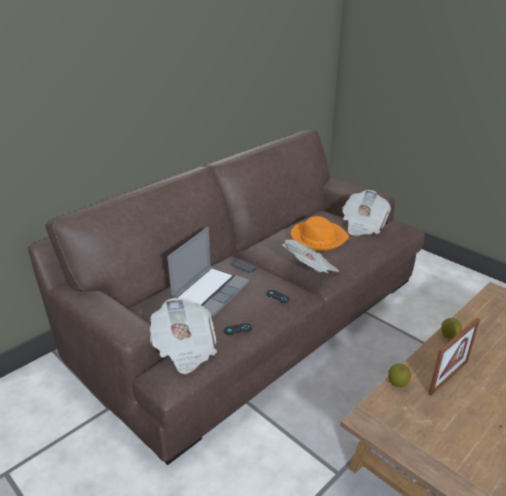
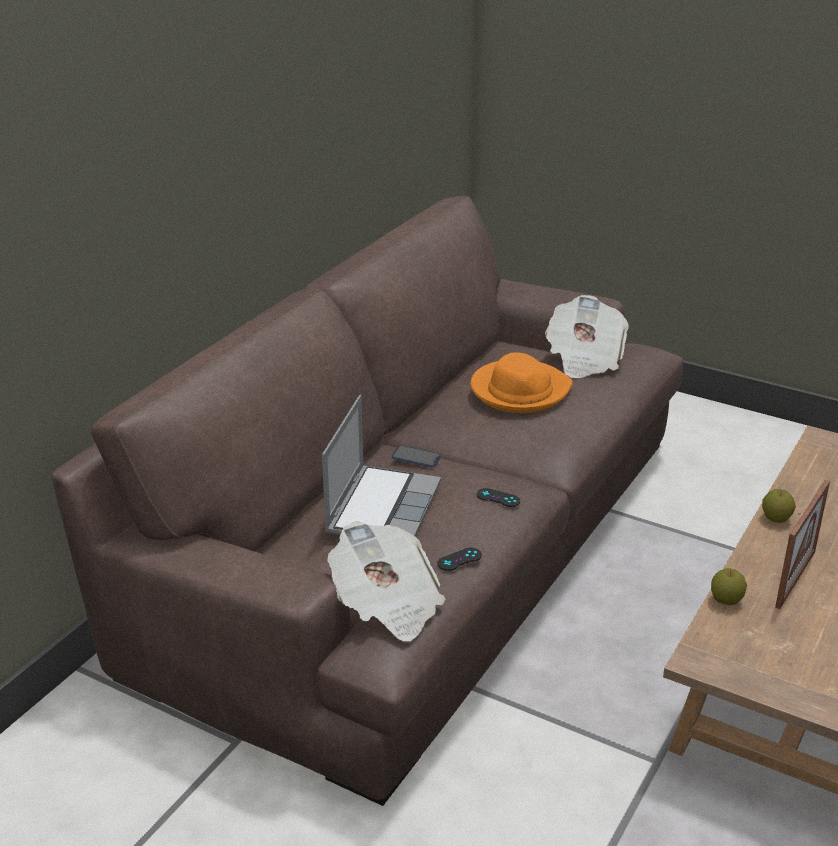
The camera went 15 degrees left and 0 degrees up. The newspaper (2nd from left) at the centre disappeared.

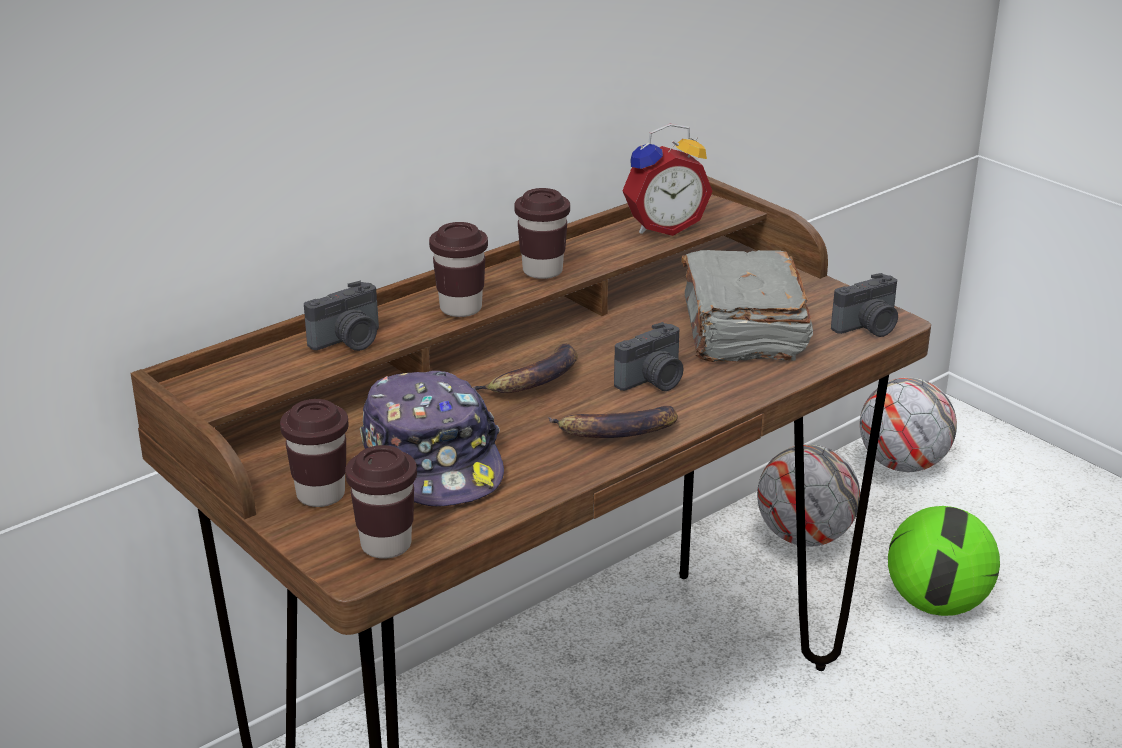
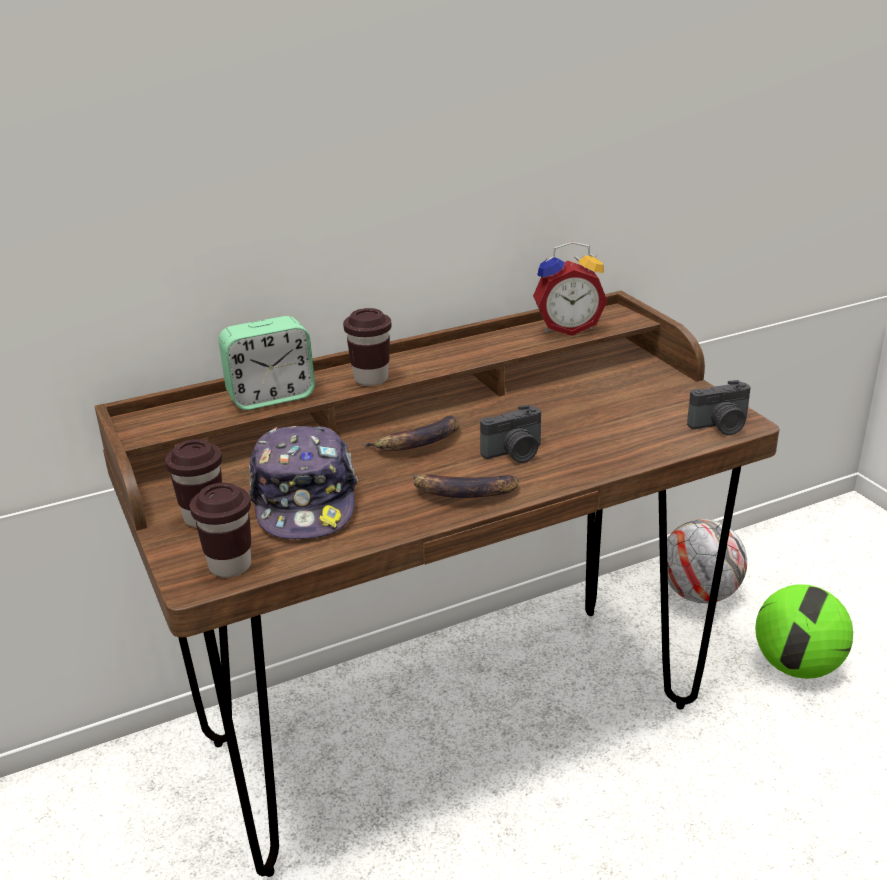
The camera went 15 degrees right and 0 degrees up. The brown cup (4th from left) at the top centre disappeared. The grey book at the centre disappeared. The photo camera (1st from left) at the middle left was replaced by the alarm clock (1st from left) at the middle left. The football (2nd from left) at the middle right disappeared.

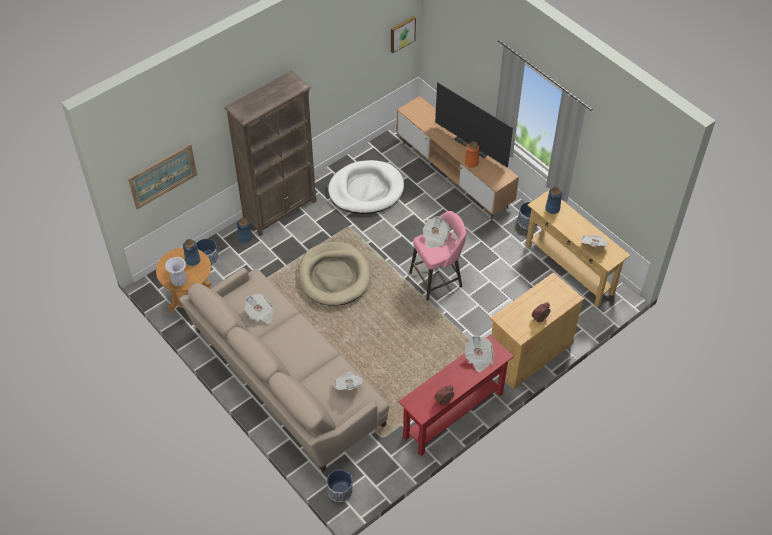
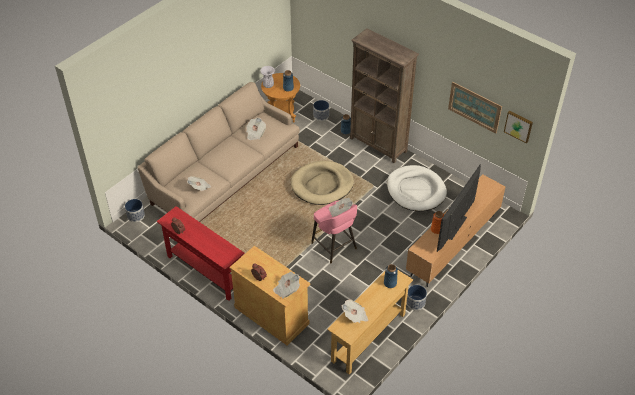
The camera went 80 degrees right and 5 degrees down. The picture (1st from left) moved from the top left to the top right. The newspaper (4th from left in the first image) moved from the centre to the bottom centre.

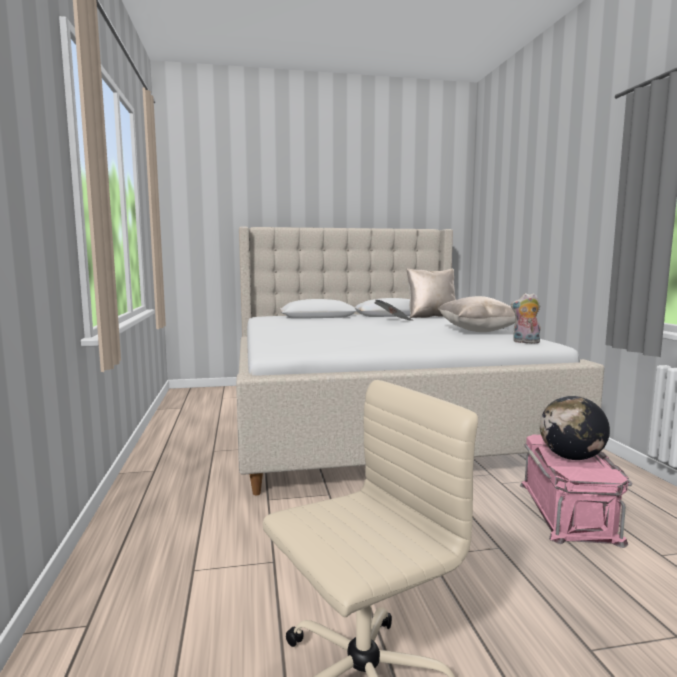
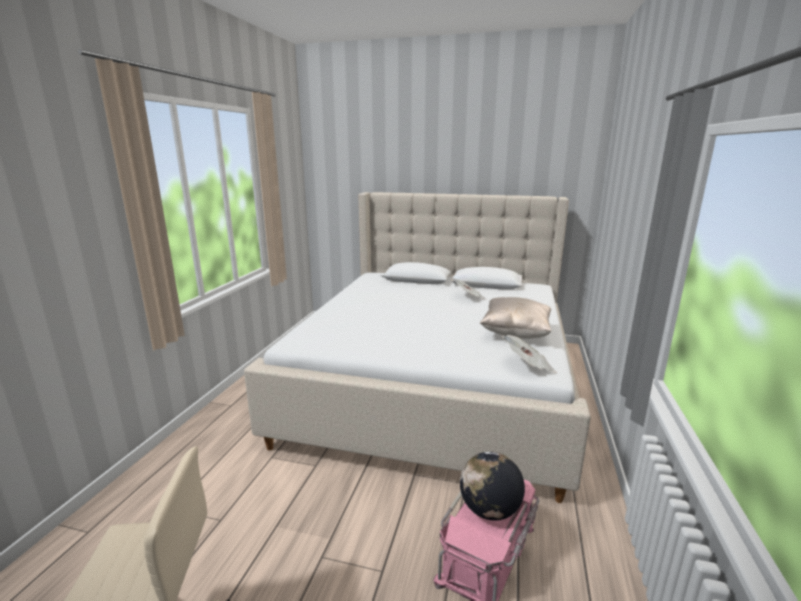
The camera went 25 degrees right and 10 degrees up. The beige pillow (1st from left) at the centre disappeared. The plush toy at the middle right was replaced by the newspaper (2nd from left) at the centre.

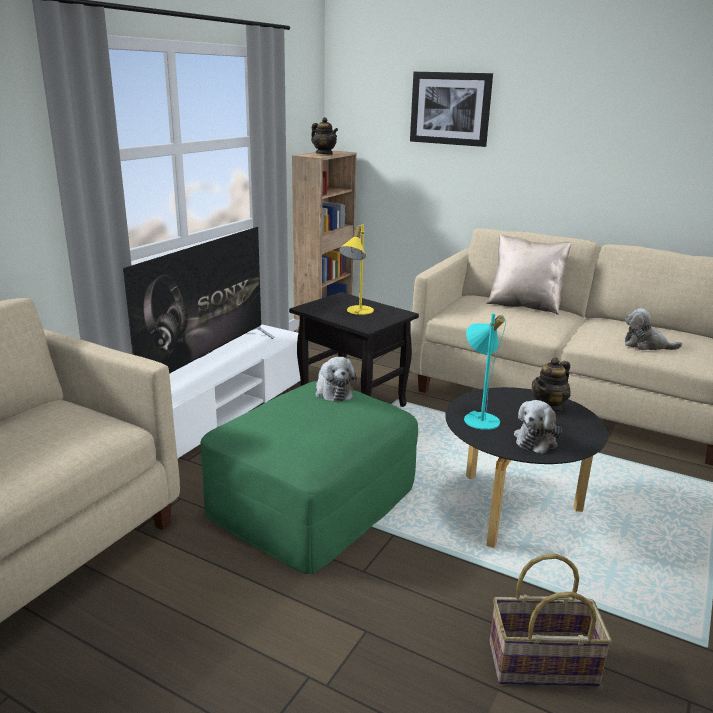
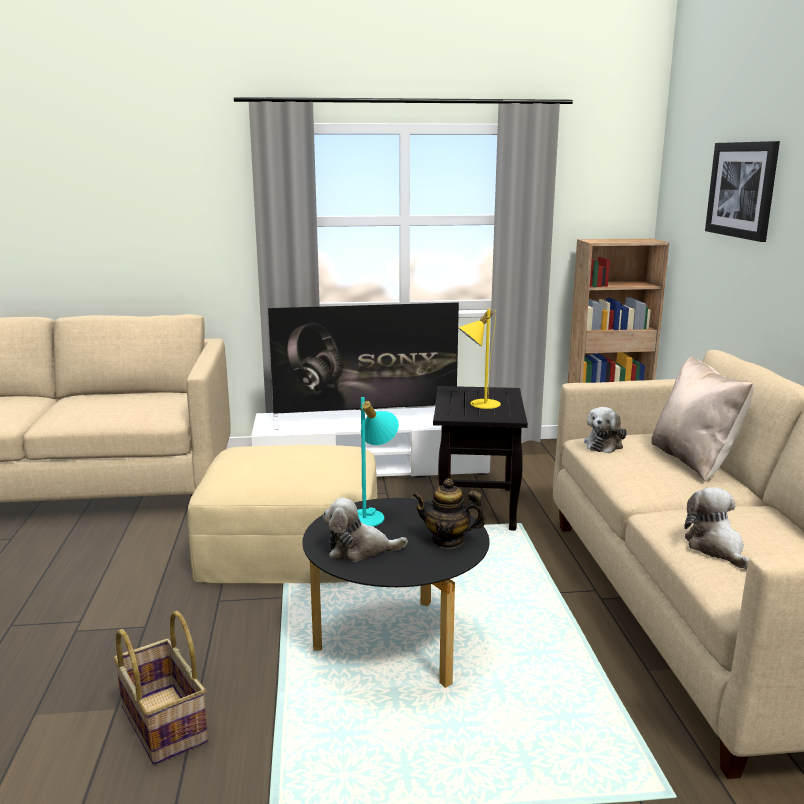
The camera went 55 degrees right and 5 degrees down. The teapot (1st from left) at the top centre disappeared. The plush toy (1st from left in the first image) moved from the centre to the middle right. The green ottoman at the bottom centre became the beige ottoman at the centre.

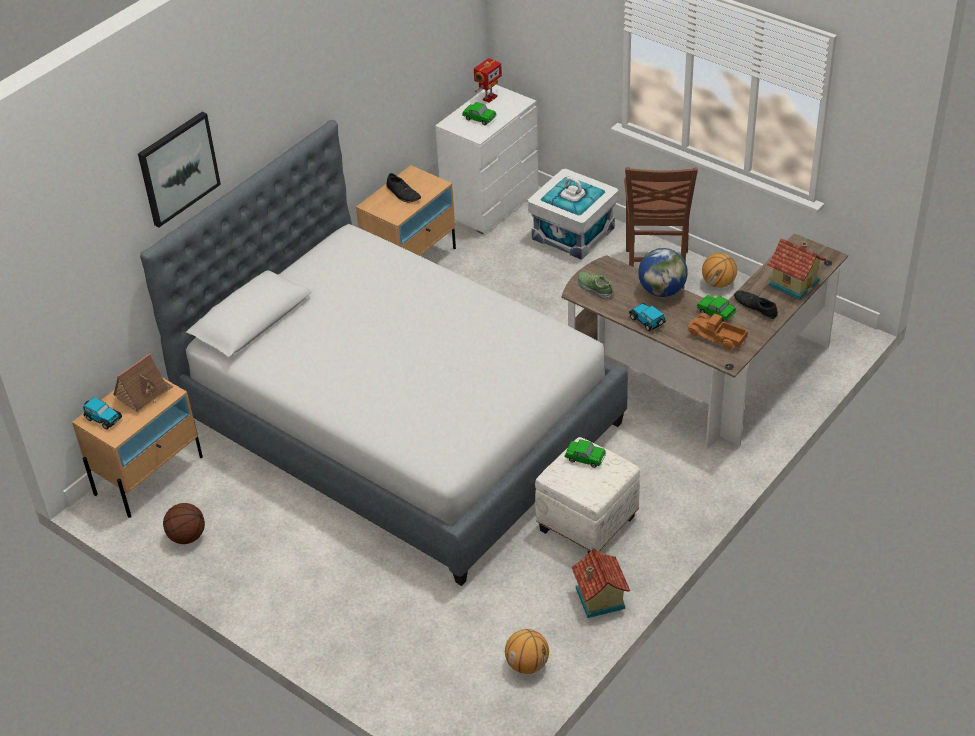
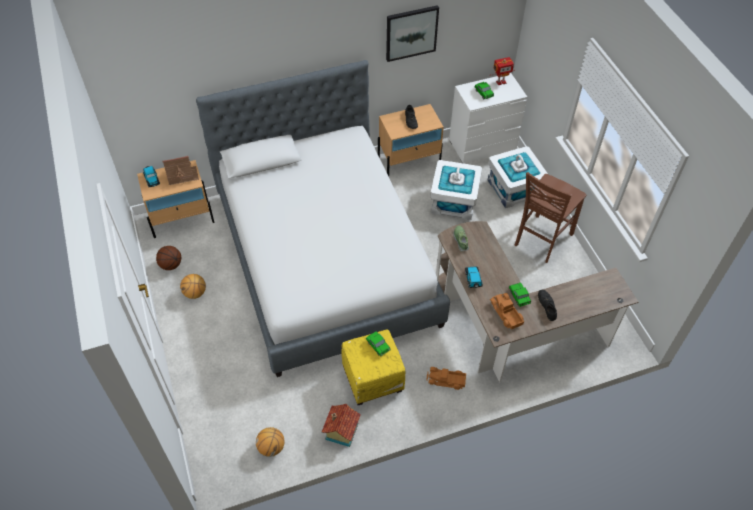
The camera went 30 degrees right and 10 degrees up. The picture moved from the top left to the top centre. The toy house (3rd from left) at the middle right disappeared. The globe at the middle right disappeared. The basketball (3rd from left in the first image) moved from the middle right to the middle left. The white ottoman at the bottom centre became the yellow ottoman at the bottom centre. The white storage box (1st from left) at the centre appeared. The toy truck (1st from left) at the bottom centre appeared.

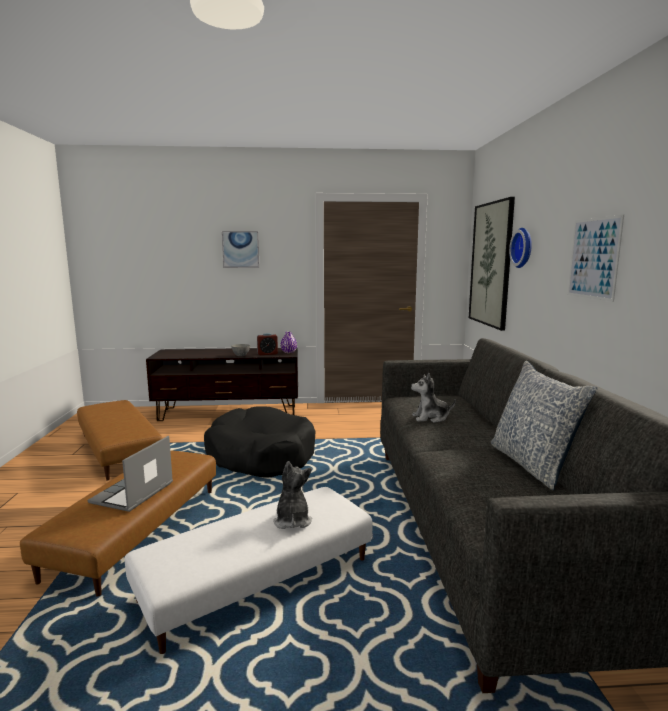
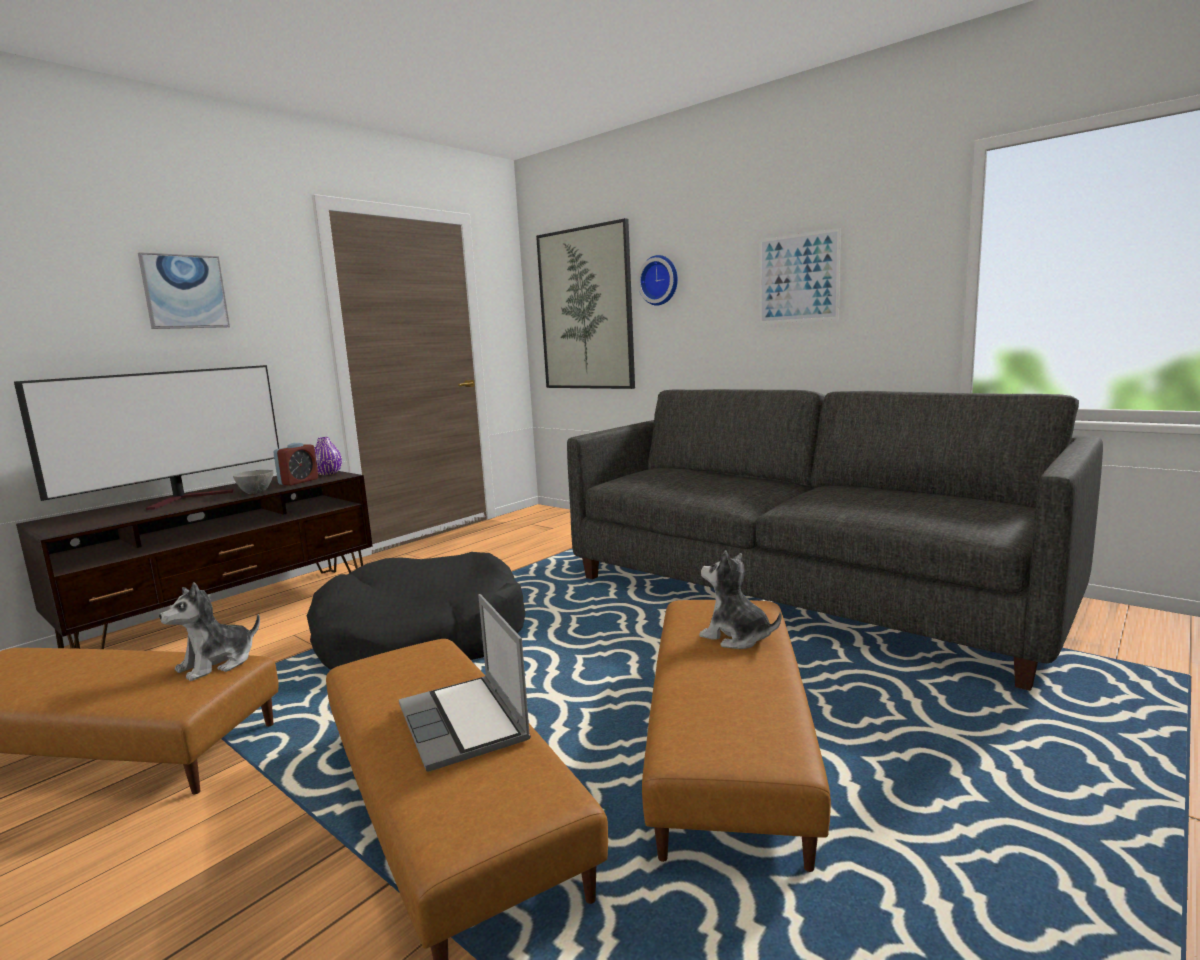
The camera went 45 degrees left and 0 degrees up. The pillow at the middle right disappeared. The plush toy (2nd from left in the first image) moved from the centre to the middle left. The white ottoman at the bottom centre became the brown ottoman (3rd from left) at the bottom centre. The television at the middle left appeared.

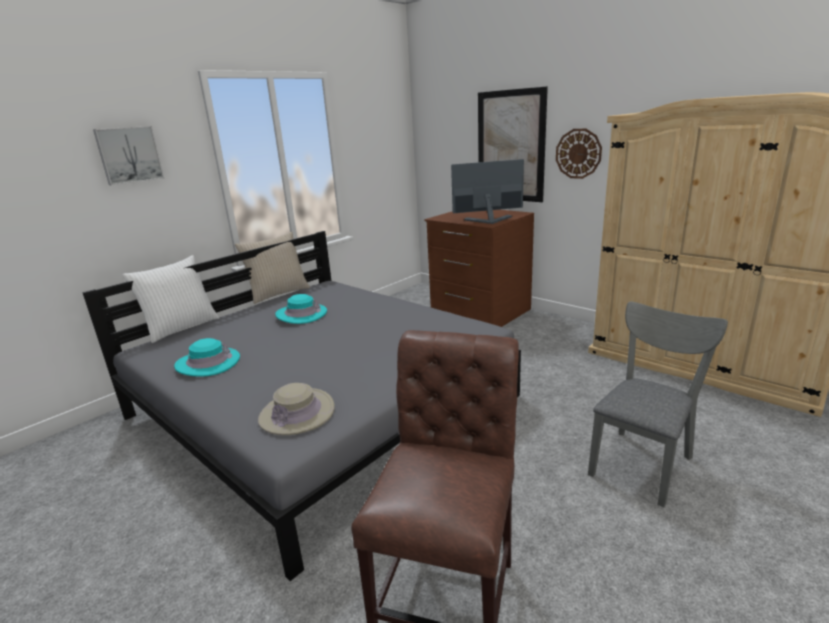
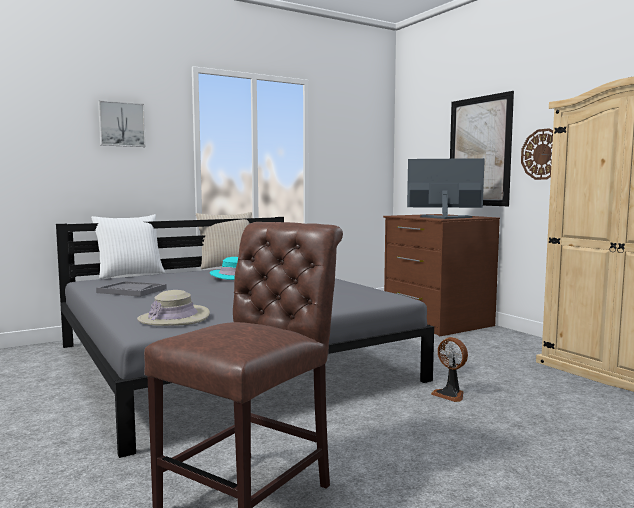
The camera went 15 degrees right and 15 degrees down. The grey chair at the middle right disappeared. The turquoise hat (1st from left) at the middle left was replaced by the grey tray at the middle left. The fan at the bottom right appeared.

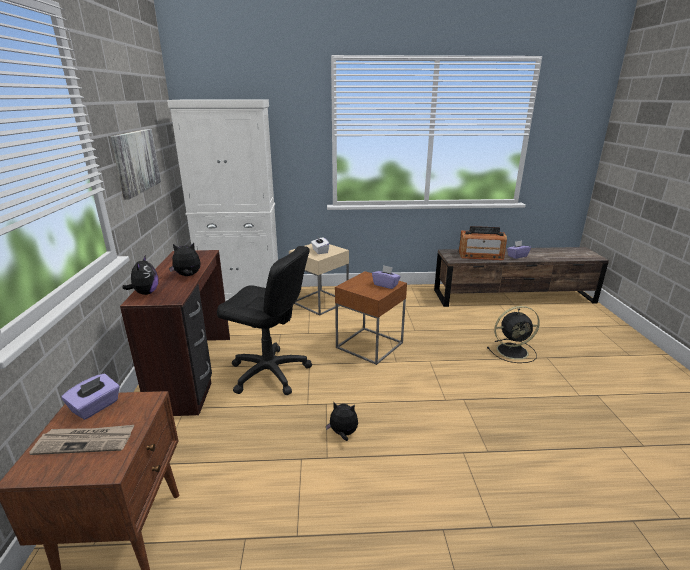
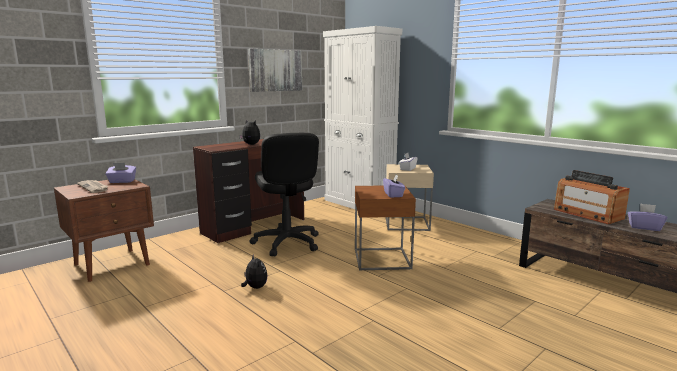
The camera went 50 degrees right and 10 degrees down. The plush toy (1st from left) at the middle left disappeared. The black fan at the middle right disappeared.

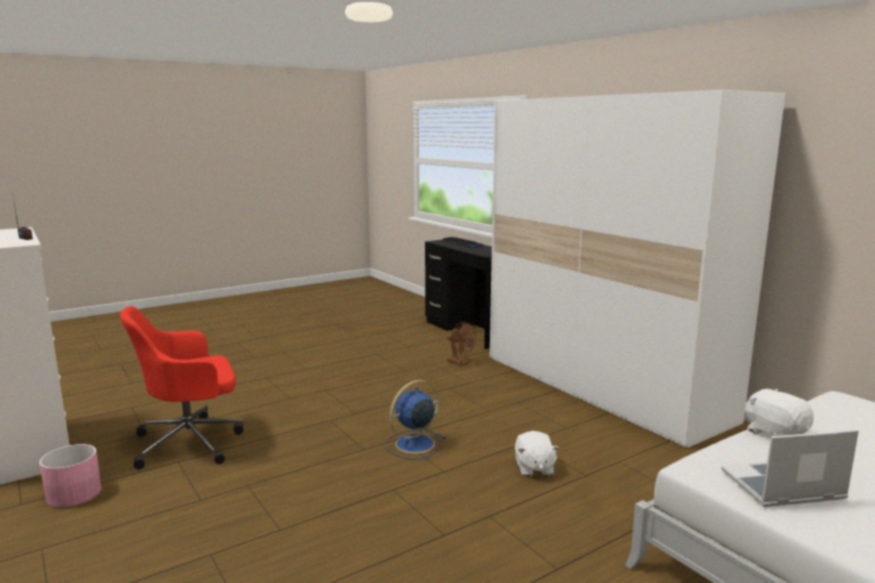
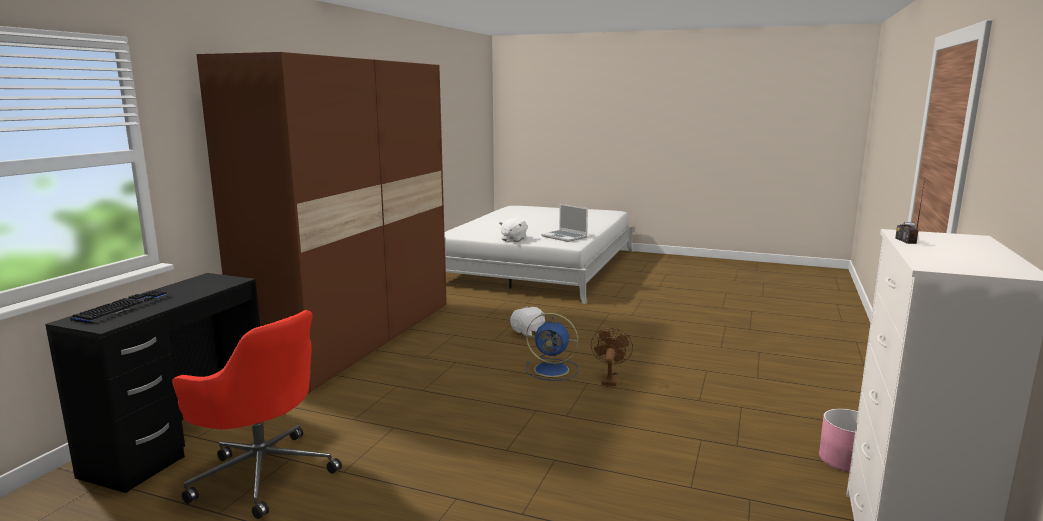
The camera went 125 degrees left and 0 degrees up. The white wardrobe at the middle right became the brown wardrobe at the middle left. The red office chair moved from the middle left to the bottom left. The brown fan moved from the centre to the bottom centre.

